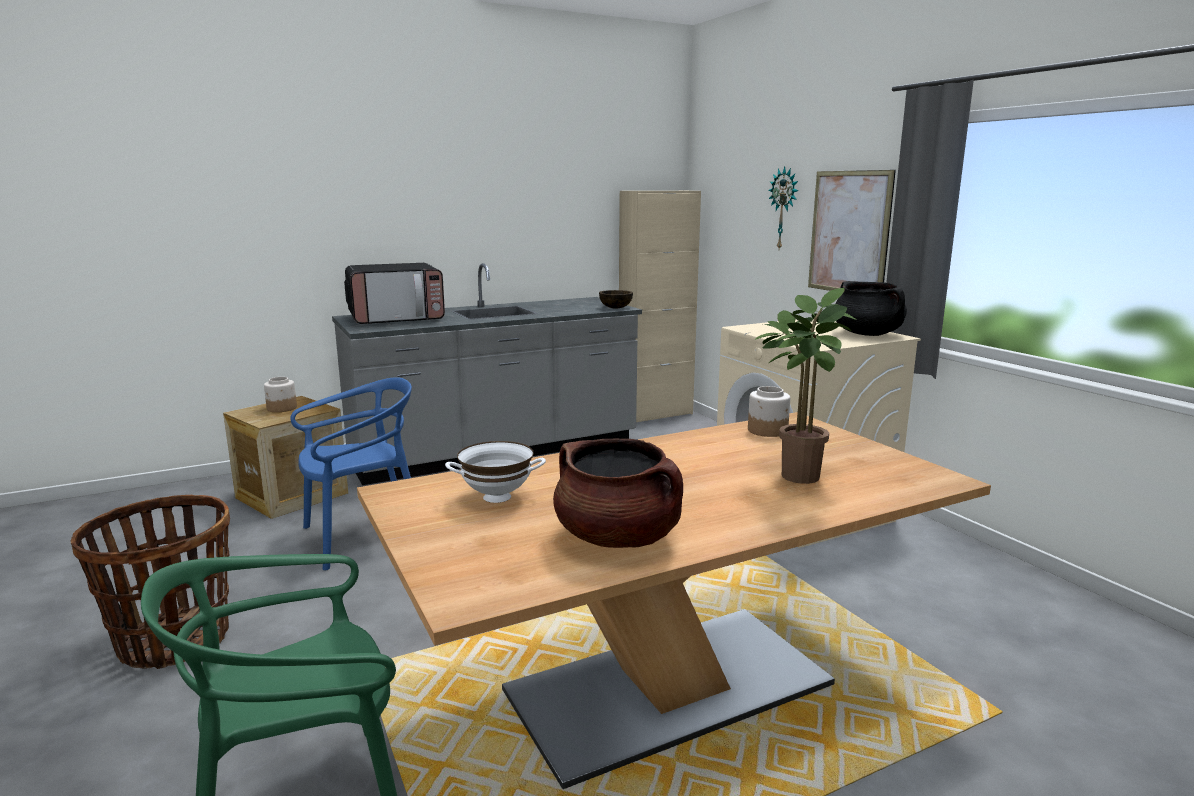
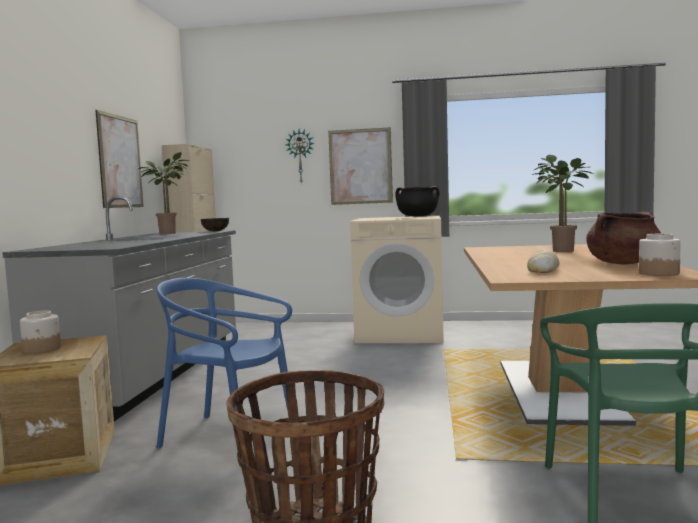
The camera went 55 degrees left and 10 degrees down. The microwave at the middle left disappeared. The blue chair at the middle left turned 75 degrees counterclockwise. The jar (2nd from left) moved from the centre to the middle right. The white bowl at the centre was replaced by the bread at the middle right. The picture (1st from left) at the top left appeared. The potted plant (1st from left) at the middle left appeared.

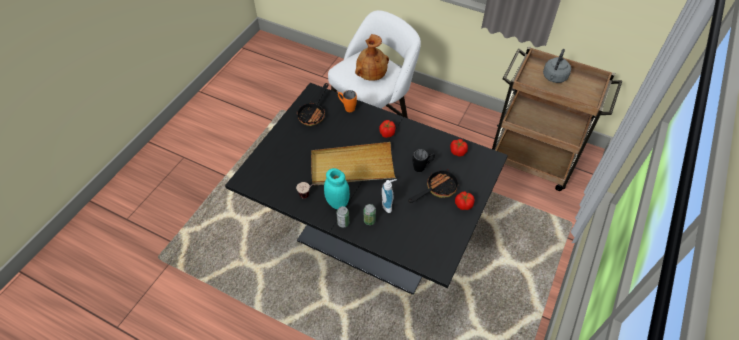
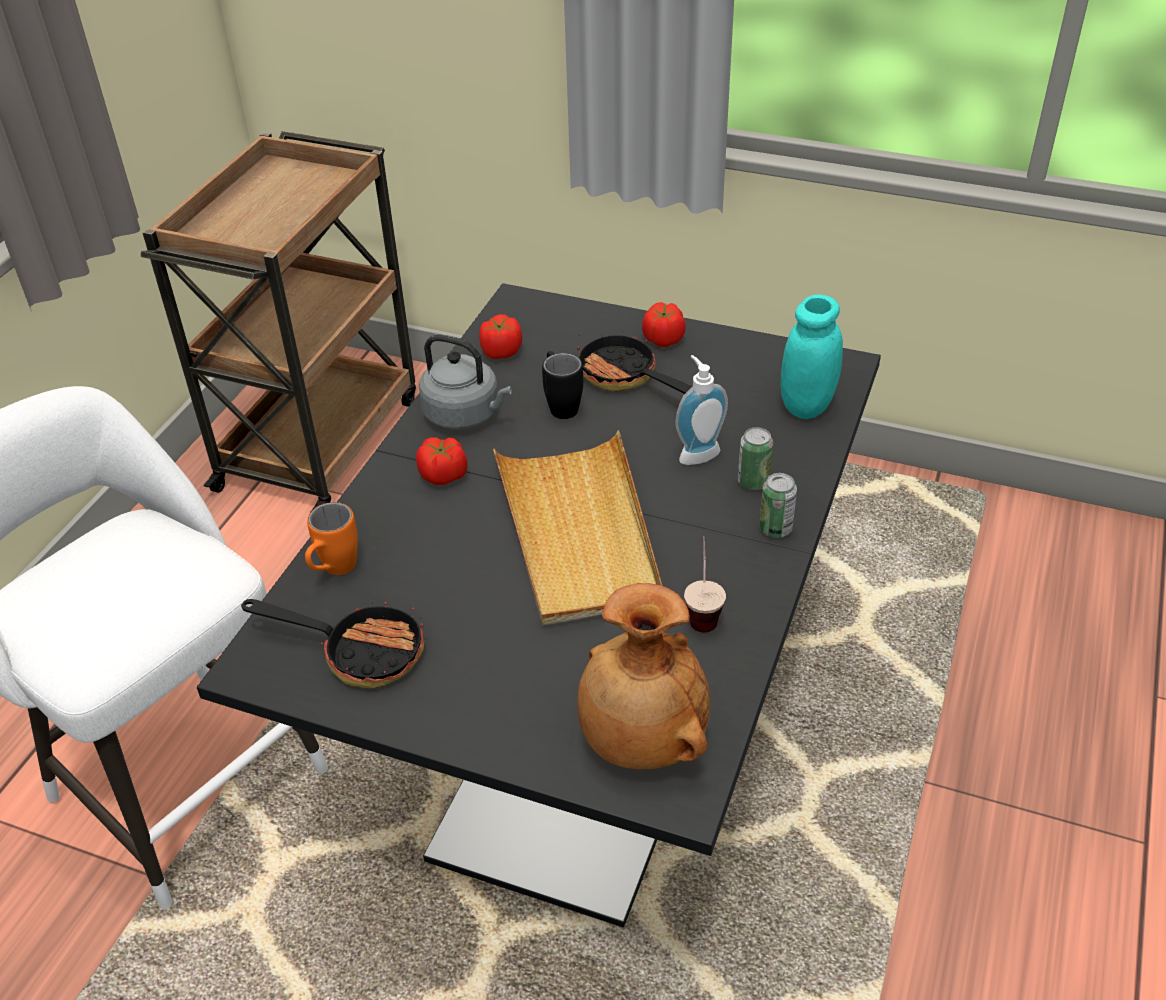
The camera went 95 degrees left and 10 degrees down. The brown vase moved from the top centre to the bottom centre. The grey kettle moved from the top right to the centre. The turquoise jar moved from the centre to the middle right.

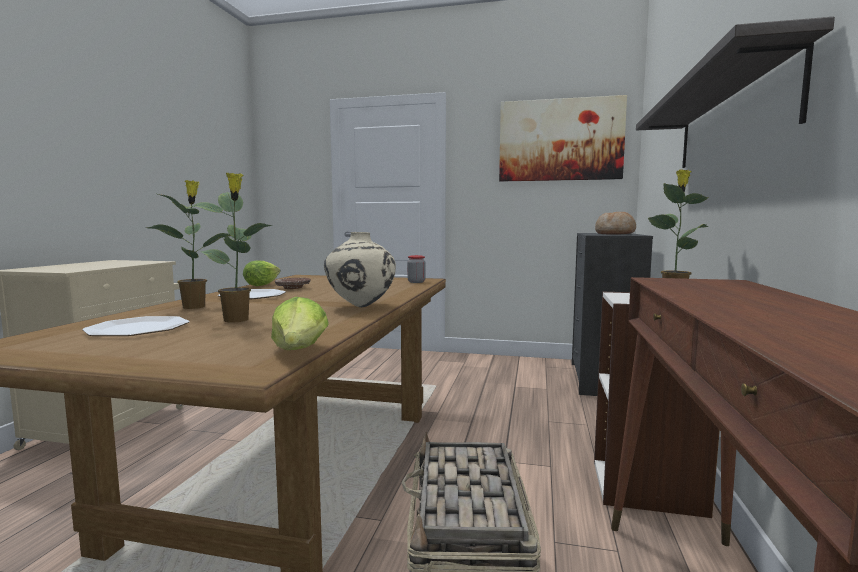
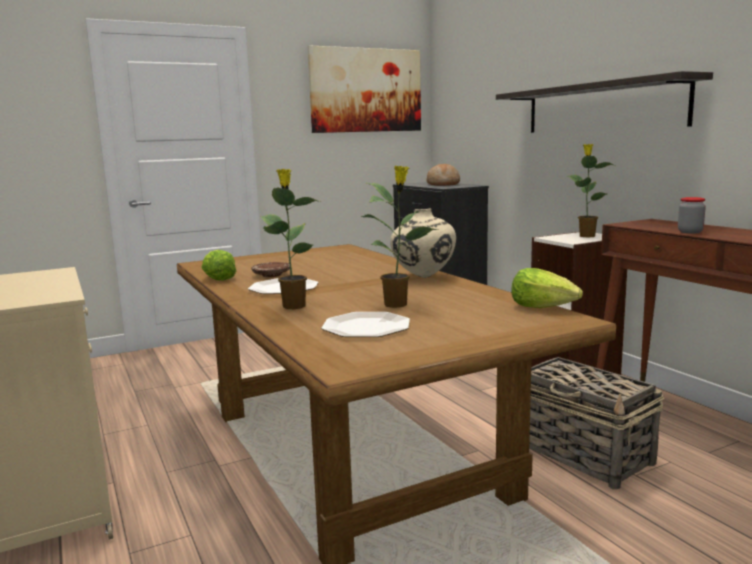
The camera went 40 degrees left and 5 degrees up. The jar moved from the centre to the middle right.

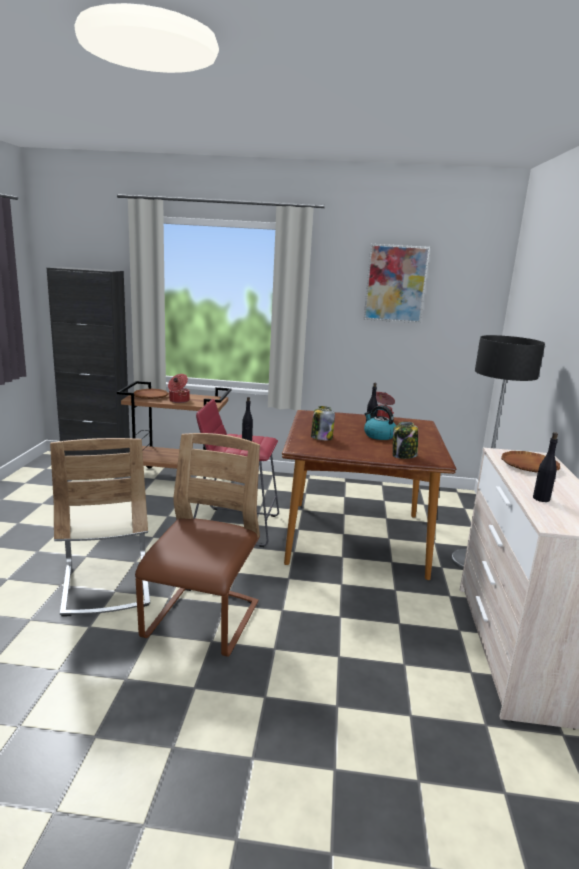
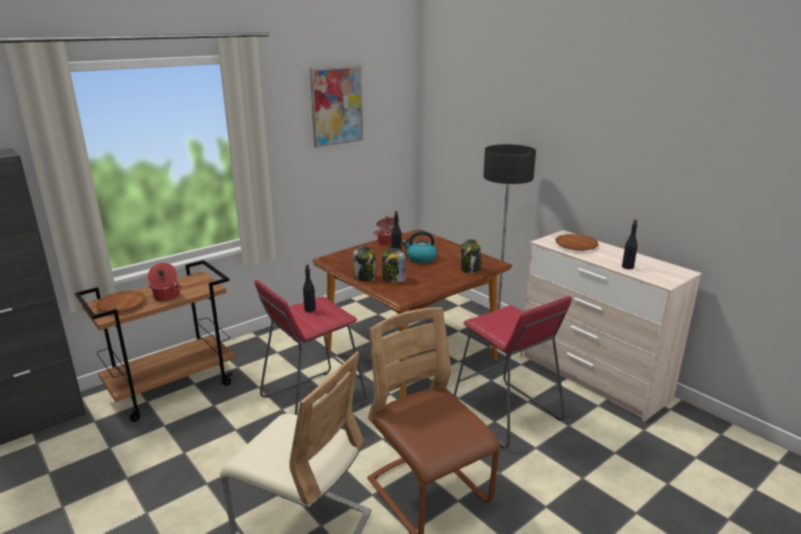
The camera went 45 degrees left and 5 degrees up. The jar (1st from left) at the centre appeared. The red stool (2nd from left) at the bottom centre appeared.

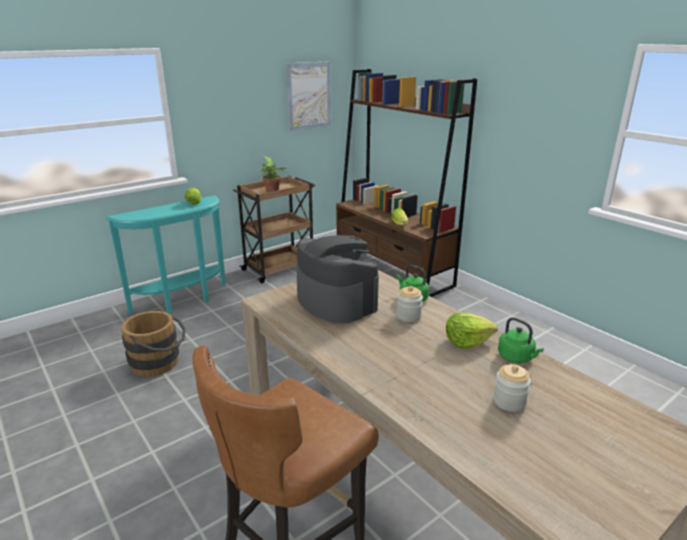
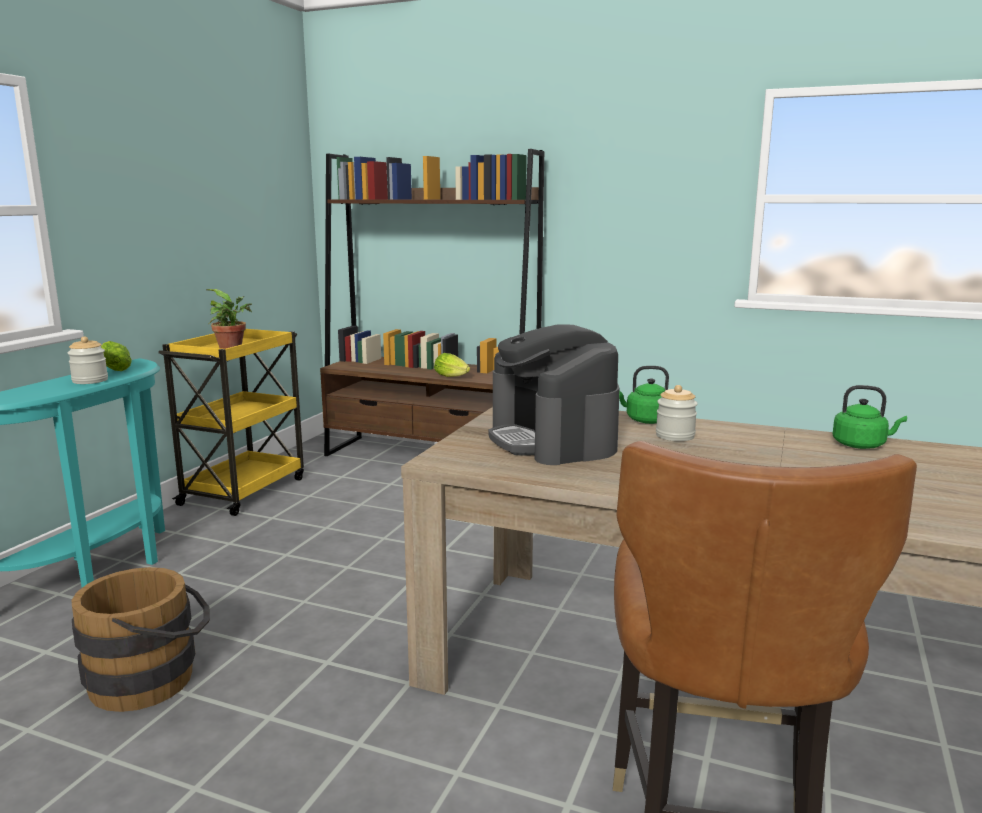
The camera went 30 degrees left and 10 degrees down. The picture at the top centre disappeared. The brown cart at the centre became the yellow cart at the middle left. The coffee machine at the centre turned 135 degrees counterclockwise. The lettuce (3rd from left) at the middle right disappeared. The jar (2nd from left in the first image) moved from the bottom right to the middle left.

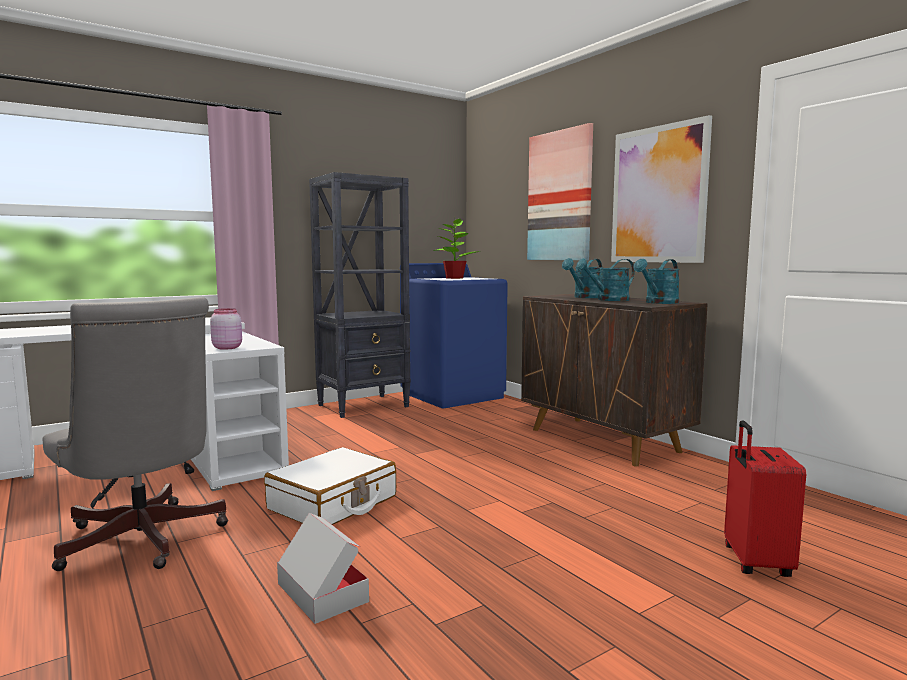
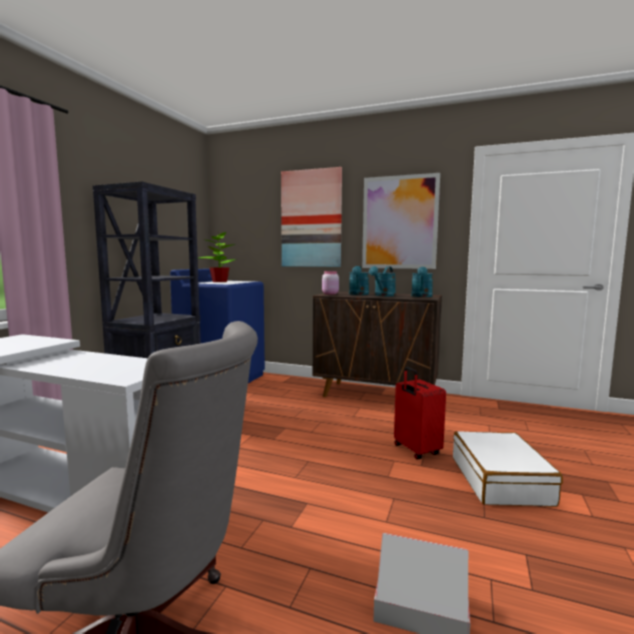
The camera went 35 degrees left and 0 degrees up. The pink jar moved from the middle left to the centre. The red suitcase moved from the bottom right to the centre. The white suitcase moved from the bottom centre to the bottom right.

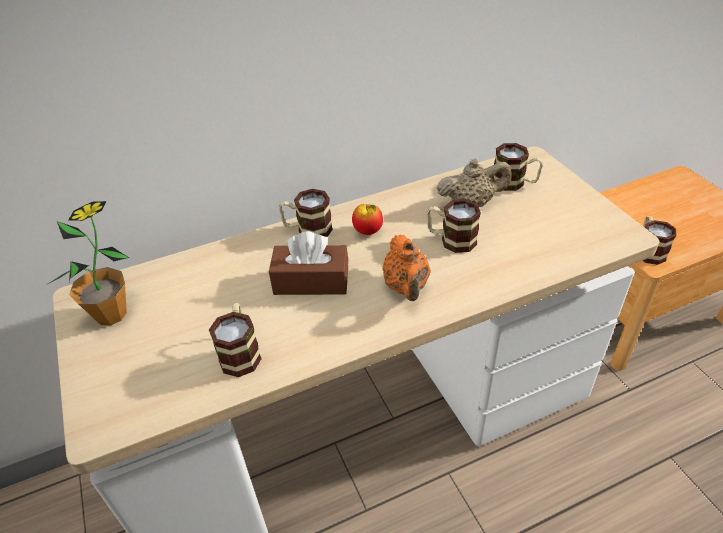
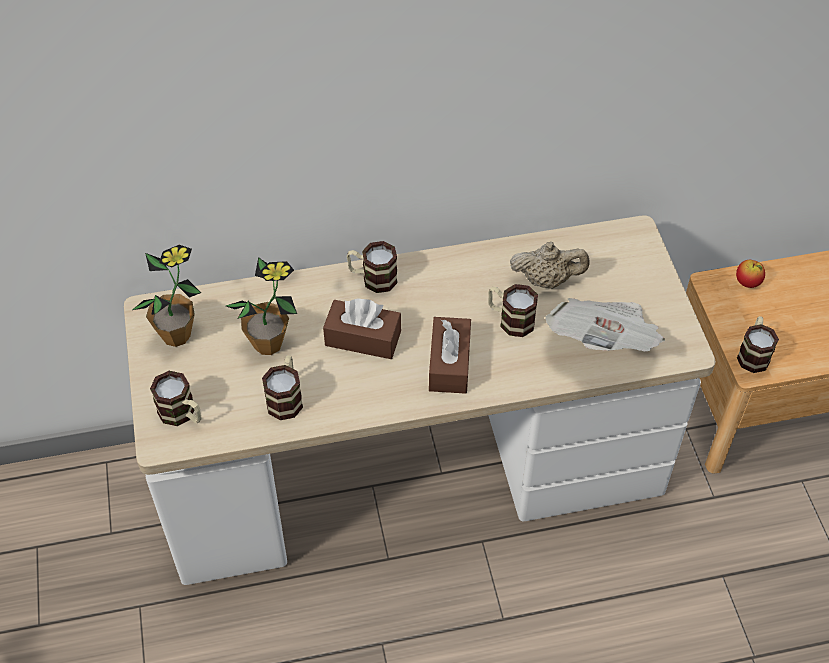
The camera went 10 degrees right and 10 degrees up. The mug (4th from left in the first image) moved from the top right to the middle left. The apple moved from the centre to the middle right. The orange teapot at the centre was replaced by the brown tissue box (2nd from left) at the centre. The potted plant (2nd from left) at the middle left appeared. The newspaper at the middle right appeared.

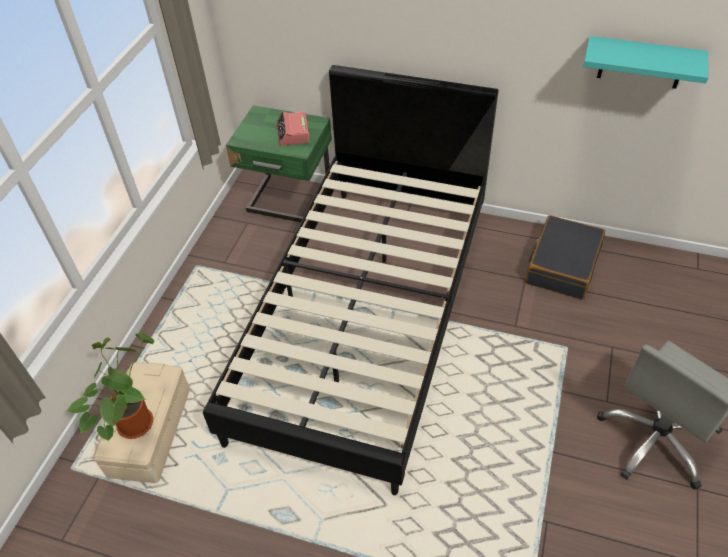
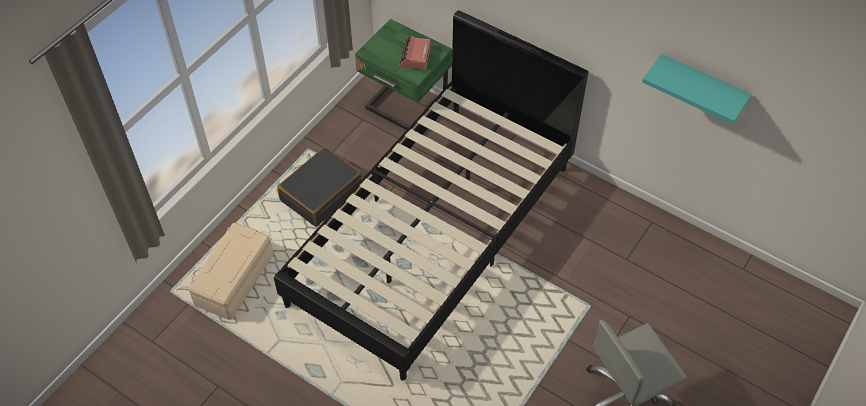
The camera went 15 degrees right and 5 degrees up. The black suitcase moved from the middle right to the centre. The potted plant at the bottom left disappeared.

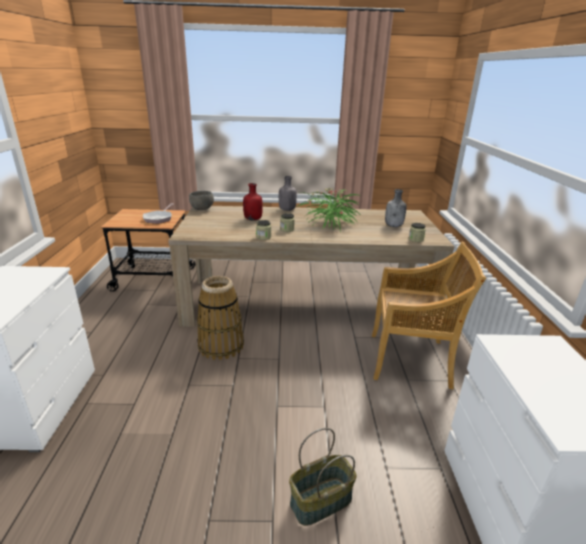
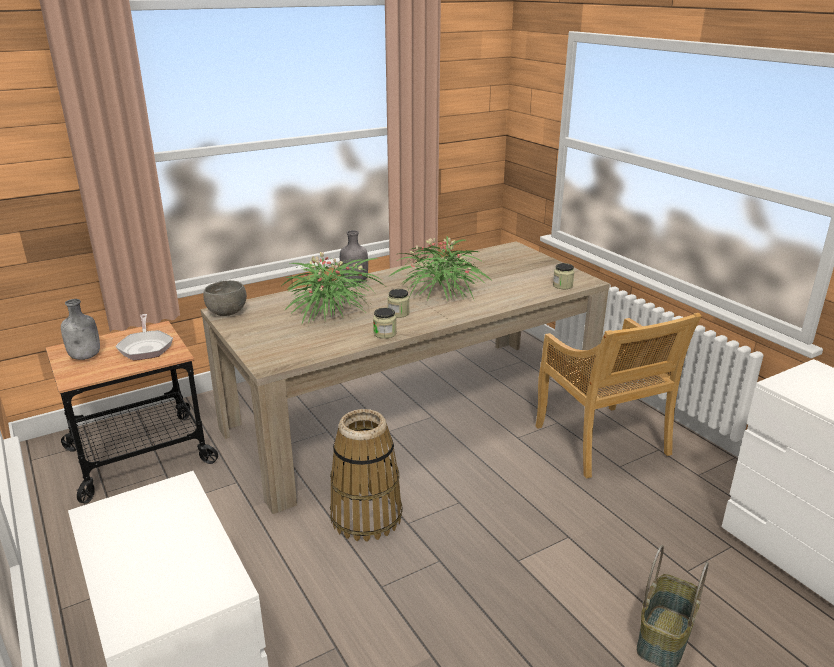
The camera went 30 degrees left and 0 degrees up. The red bottle at the centre was replaced by the potted plant (1st from left) at the centre. The grey bottle (2nd from left in the first image) moved from the middle right to the middle left. The beige chair at the middle right turned 90 degrees clockwise.

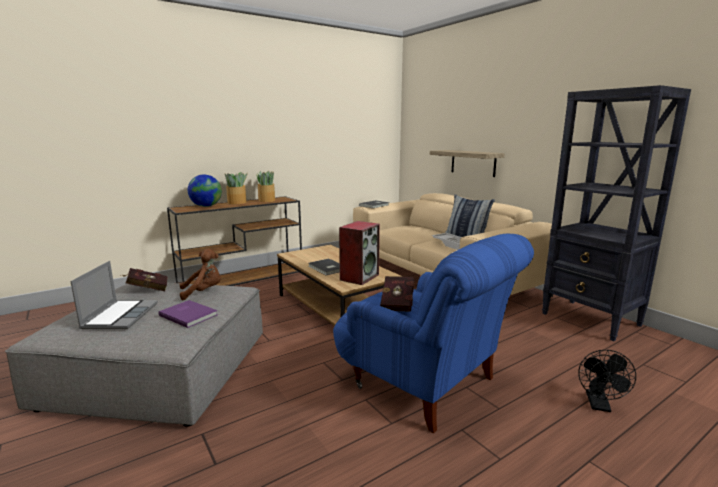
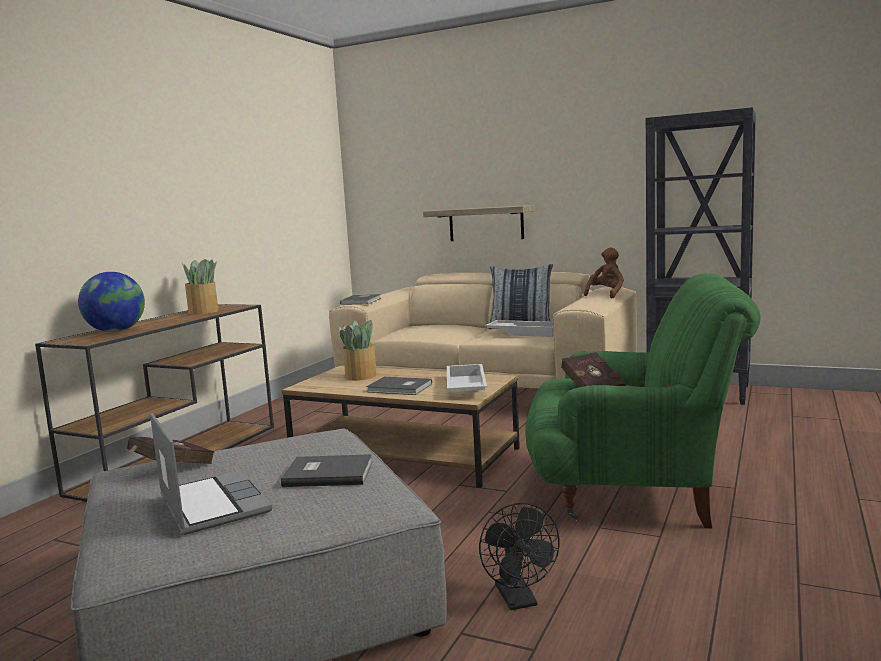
The camera went 30 degrees left and 5 degrees down. The potted plant (1st from left in the first image) moved from the middle left to the centre. The speaker at the centre was replaced by the white tray (1st from left) at the centre. The blue armchair at the bottom centre became the green armchair at the middle right. The brown plush toy moved from the middle left to the middle right. The purple book at the middle left became the grey book (1st from left) at the bottom centre. The black fan moved from the bottom right to the bottom centre.

